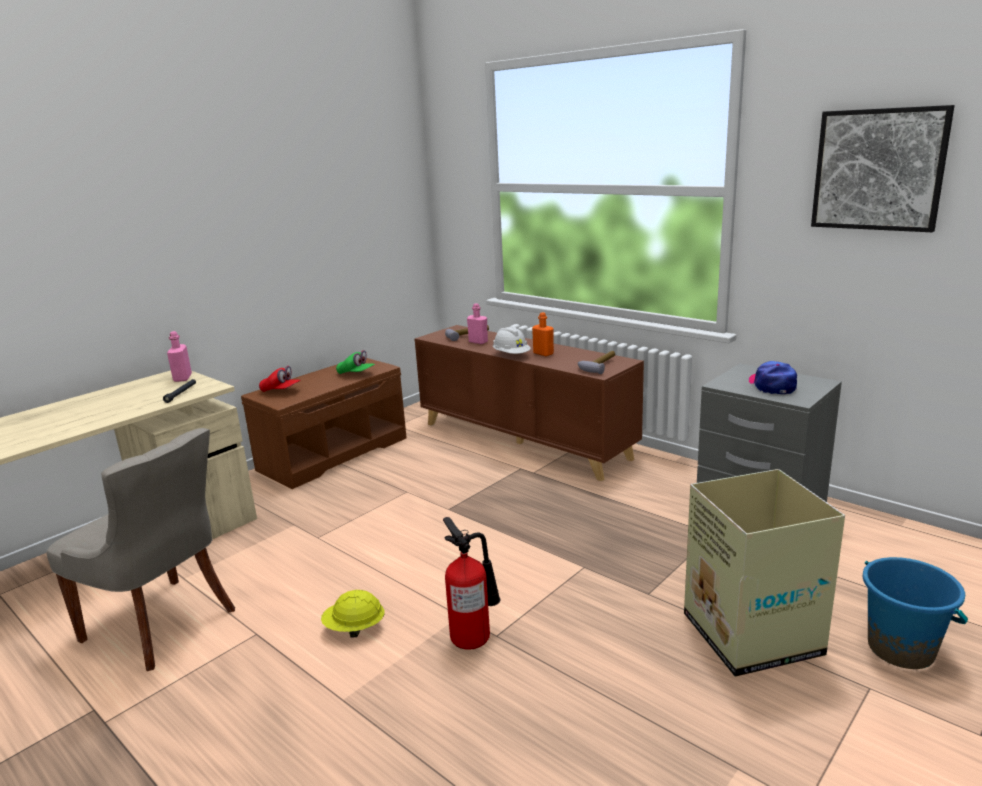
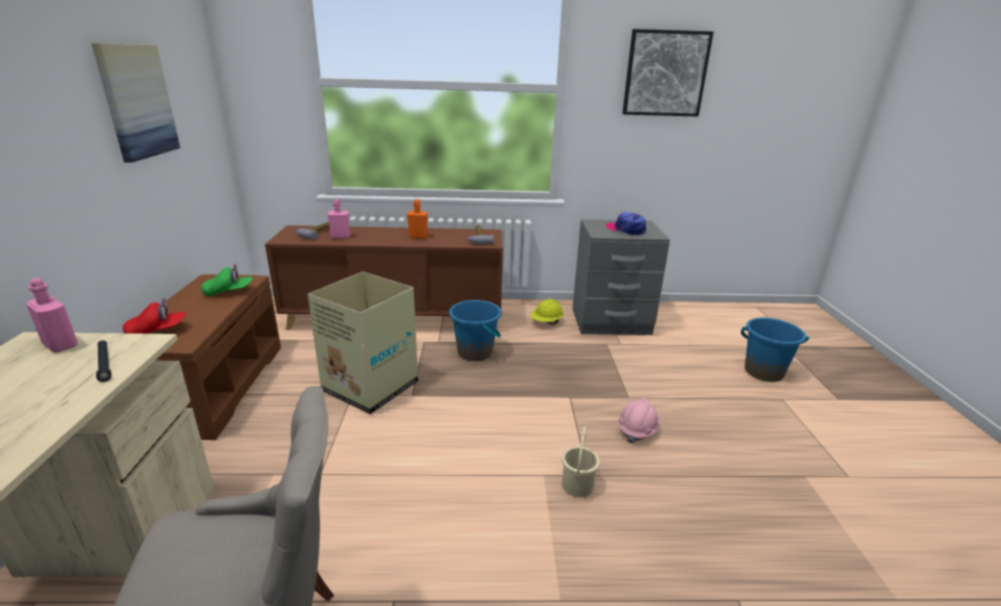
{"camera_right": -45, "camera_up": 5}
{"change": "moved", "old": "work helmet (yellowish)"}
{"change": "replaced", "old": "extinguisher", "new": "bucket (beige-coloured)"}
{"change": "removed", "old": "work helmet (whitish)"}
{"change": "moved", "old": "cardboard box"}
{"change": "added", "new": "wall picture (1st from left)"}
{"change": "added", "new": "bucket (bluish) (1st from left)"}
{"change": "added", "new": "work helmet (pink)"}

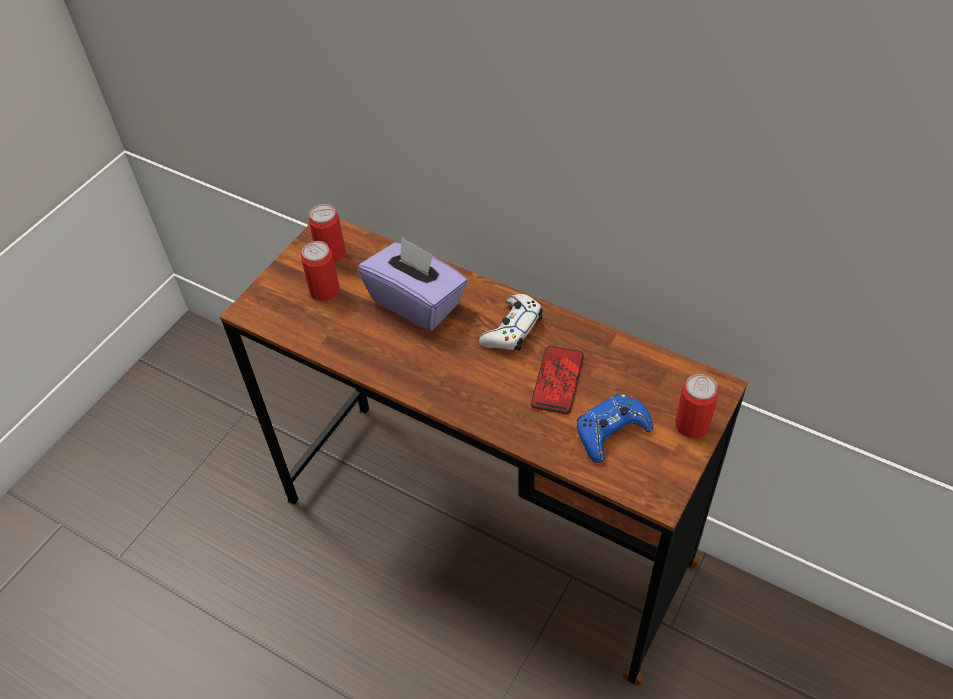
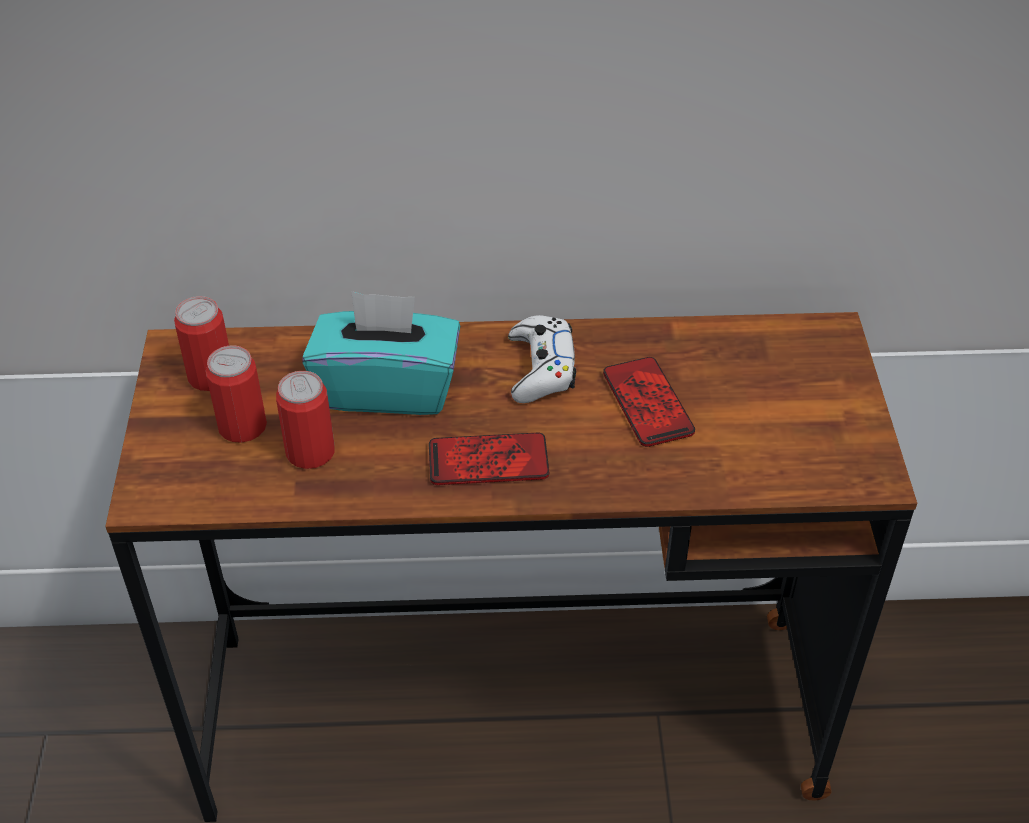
{"camera_right": -35, "camera_up": -5}
{"change": "recoloured", "old": "tissue holder (purple)", "new": "tissue holder (blue-green)"}
{"change": "removed", "old": "game controller (bluish)"}
{"change": "moved", "old": "metal can (3rd from left)"}
{"change": "added", "new": "telephone (1st from left)"}

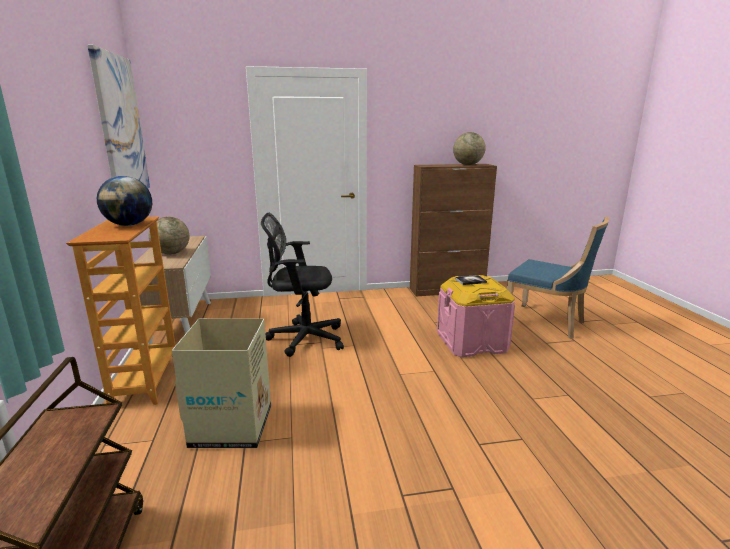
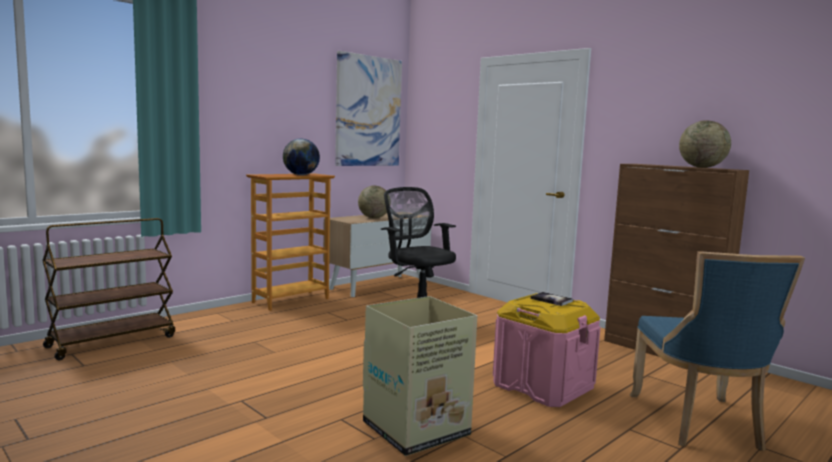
{"camera_right": 55, "camera_up": -10}
{"change": "moved", "old": "cardboard box"}

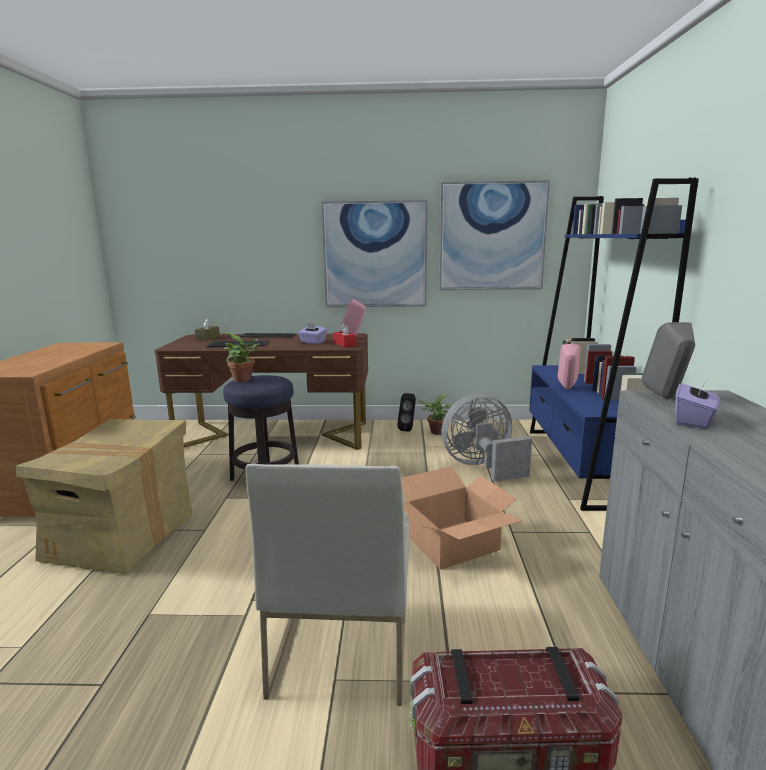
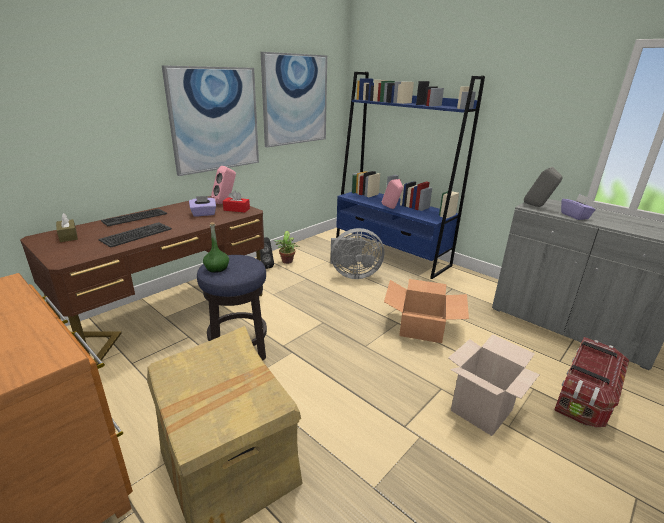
{"camera_right": -50, "camera_up": 10}
{"change": "replaced", "old": "houseplant (1st from left)", "new": "drink bottle (green)"}
{"change": "replaced", "old": "upright chair (whitish)", "new": "cardboard box (3rd from left)"}
{"change": "turned", "old": "electric fan (gray)", "degrees": -120}

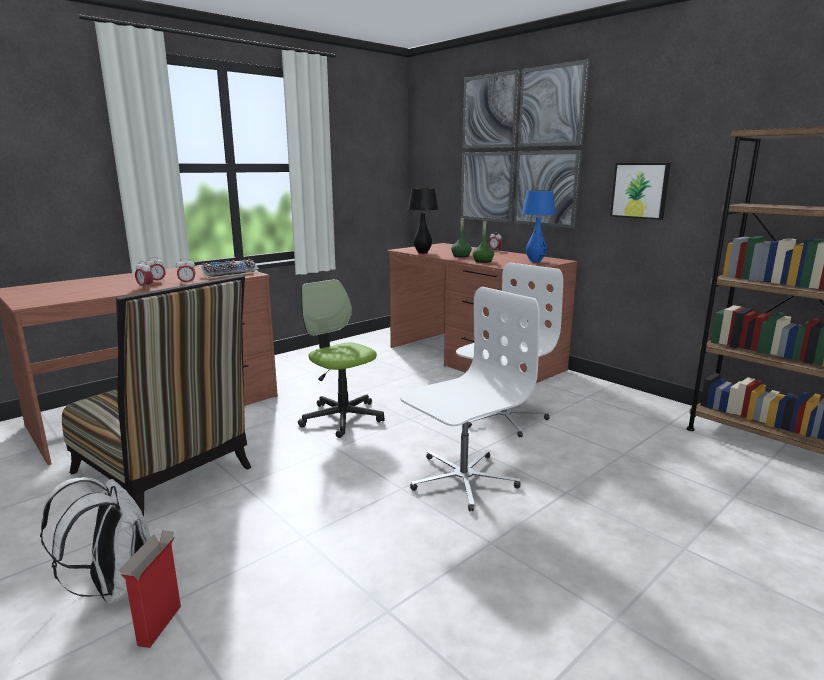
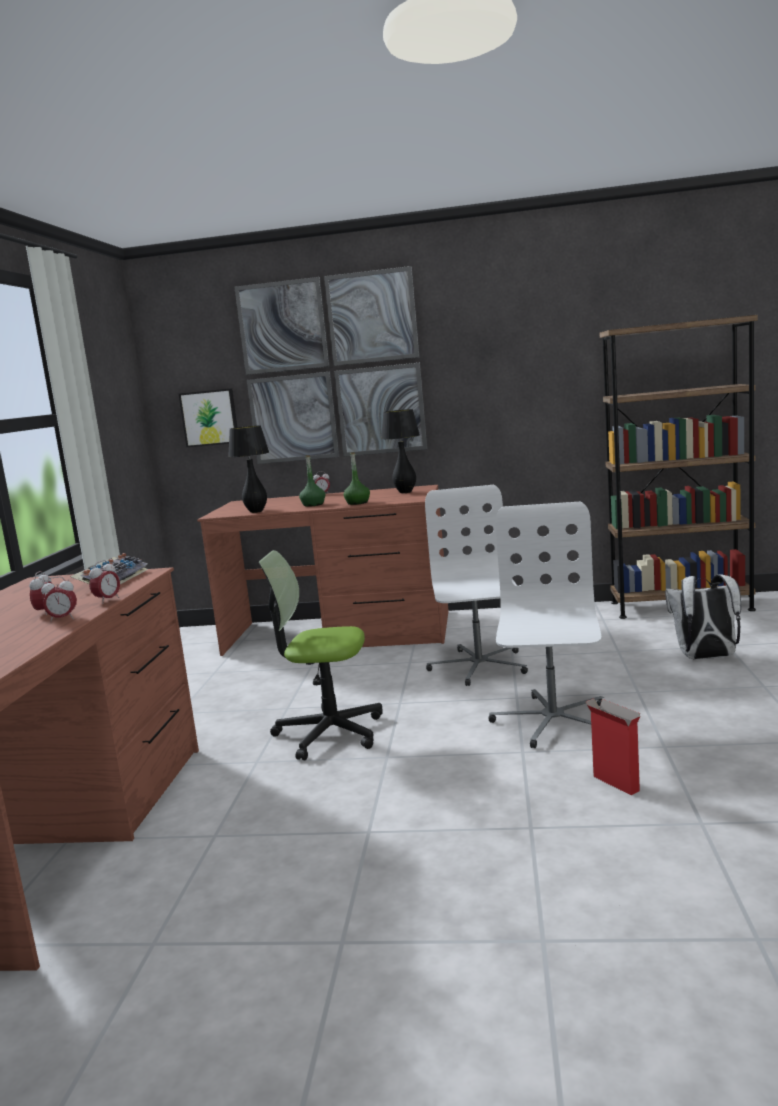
{"camera_right": -40, "camera_up": -5}
{"change": "moved", "old": "backpack (whitish)"}
{"change": "removed", "old": "upright chair"}
{"change": "moved", "old": "cardboard box"}
{"change": "recoloured", "old": "lamp for a table (bluish)", "new": "lamp for a table (black-coloured) (2nd from left)"}
{"change": "moved", "old": "wall picture (2nd from left in the first image)", "new": "wall picture (1st from left)"}

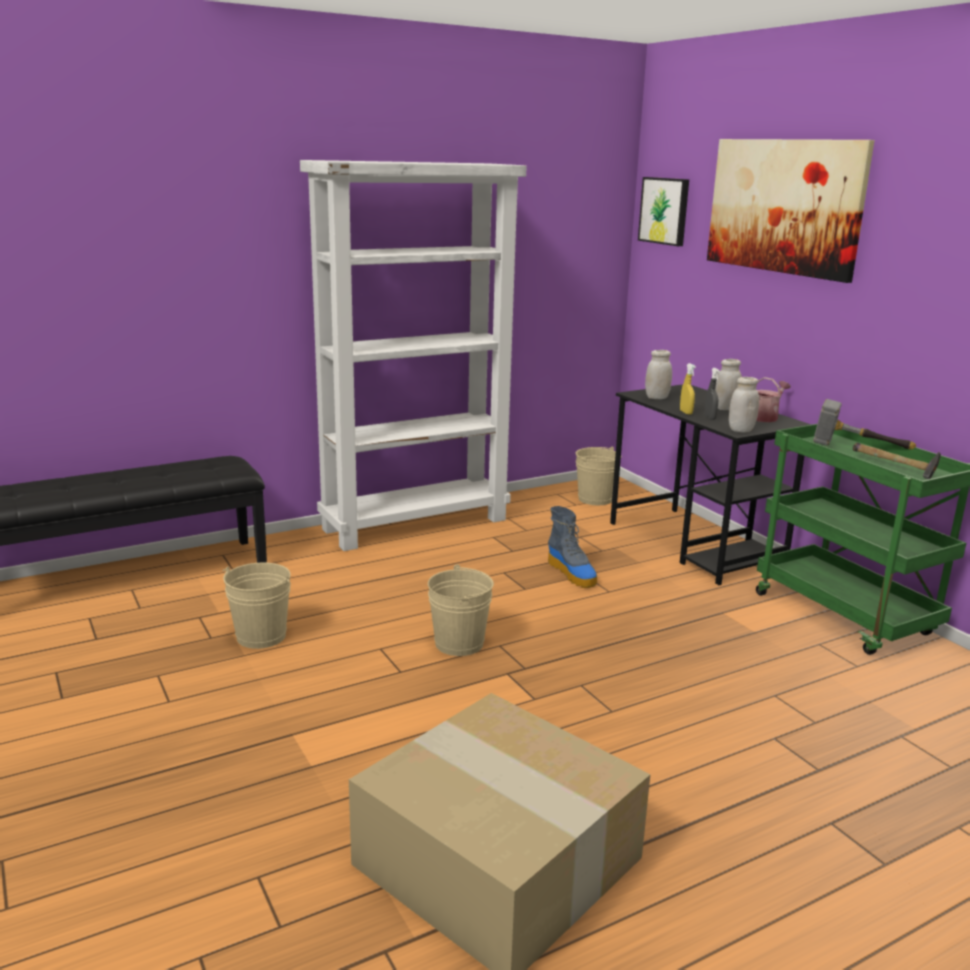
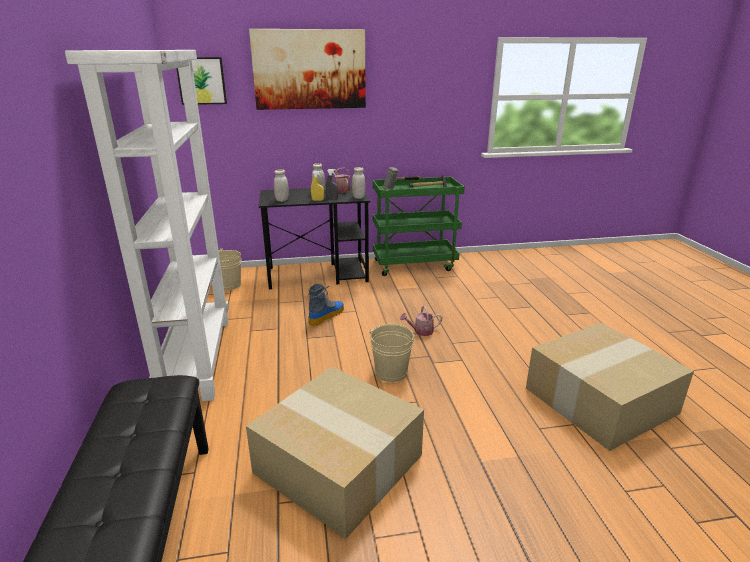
{"camera_right": -70, "camera_up": 5}
{"change": "replaced", "old": "bucket (beige-coloured) (1st from left)", "new": "cardboard box (1st from left)"}
{"change": "turned", "old": "tall boot", "degrees": -45}
{"change": "added", "new": "sprinkling can (2nd from left)"}

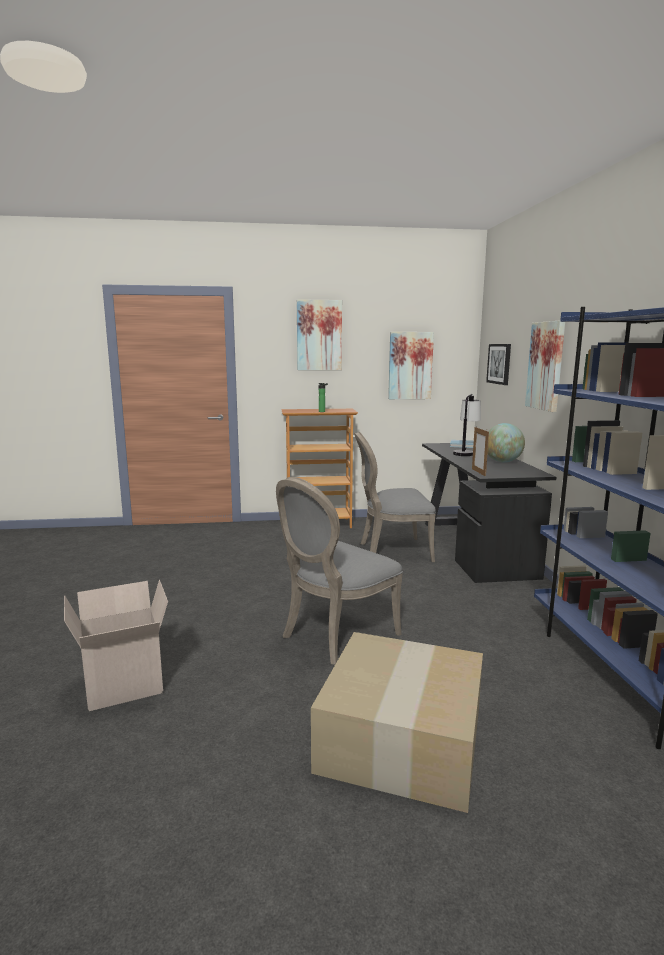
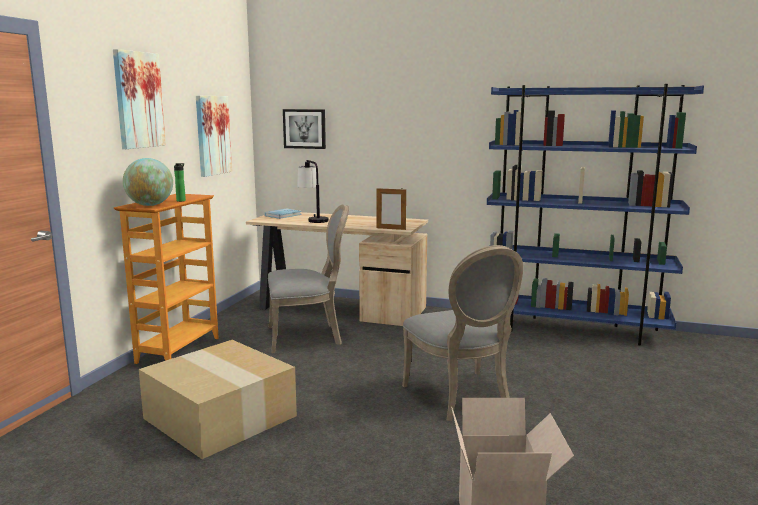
{"camera_right": -65, "camera_up": 0}
{"change": "moved", "old": "cardboard box (2nd from left in the first image)", "new": "cardboard box (1st from left)"}
{"change": "turned", "old": "upright chair (gray) (2nd from left in the first image)", "degrees": -120}
{"change": "recoloured", "old": "desk table (black-coloured)", "new": "desk table (beige-coloured)"}
{"change": "moved", "old": "desk globe"}
{"change": "removed", "old": "wall picture (4th from left)"}

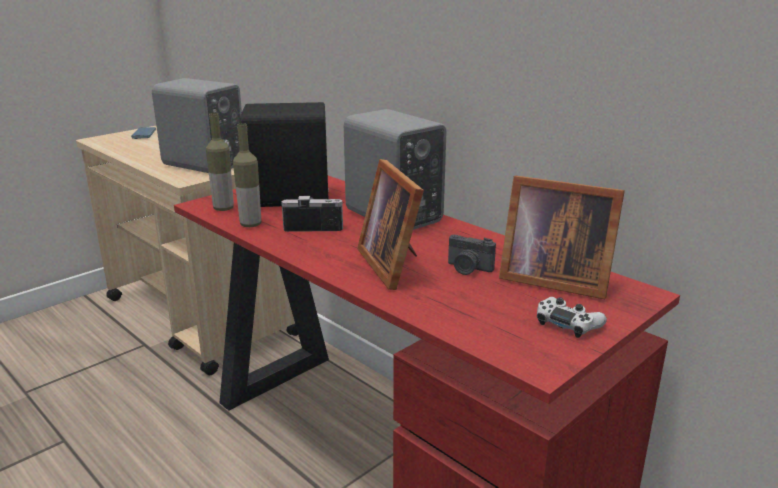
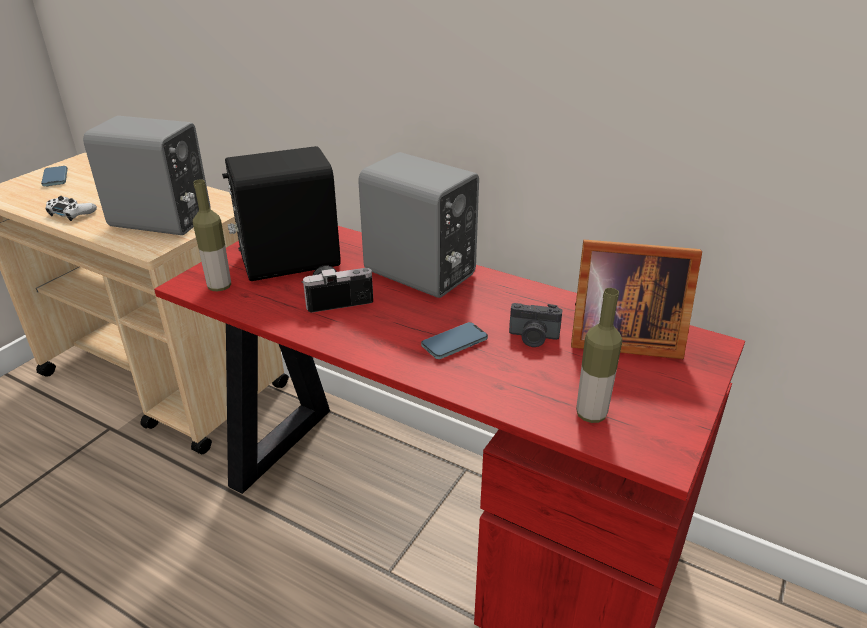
{"camera_right": -15, "camera_up": 10}
{"change": "moved", "old": "drink bottle (2nd from left)"}
{"change": "replaced", "old": "standing frame (1st from left)", "new": "telephone (2nd from left)"}
{"change": "moved", "old": "game controller (whitish)"}

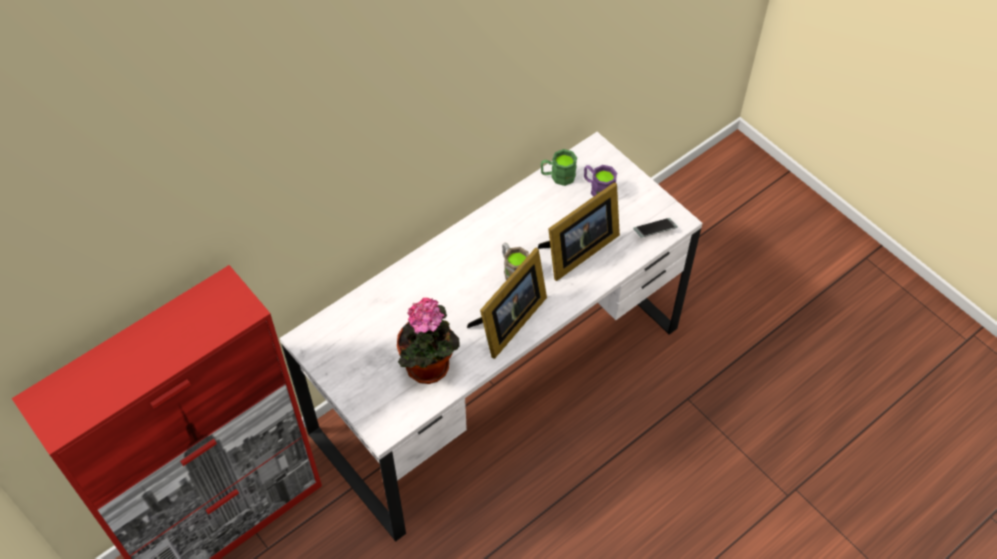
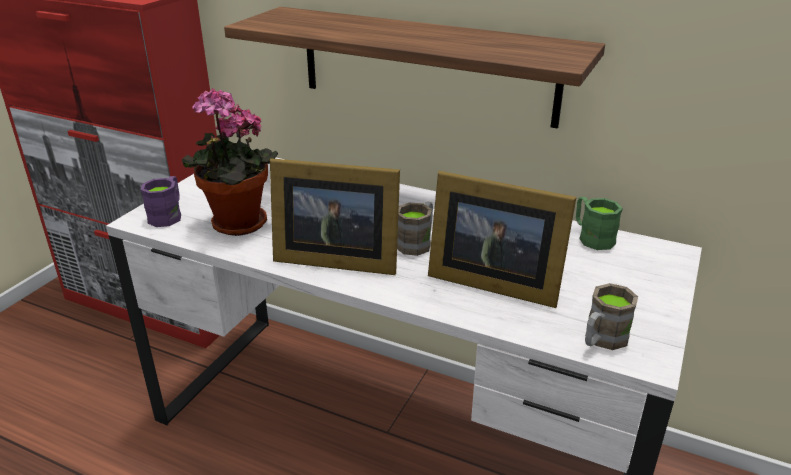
{"camera_right": 65, "camera_up": -25}
{"change": "moved", "old": "tea mug (purple)"}
{"change": "replaced", "old": "telephone", "new": "tea mug (brown-coloured) (2nd from left)"}
{"change": "added", "new": "bracket shelf"}

